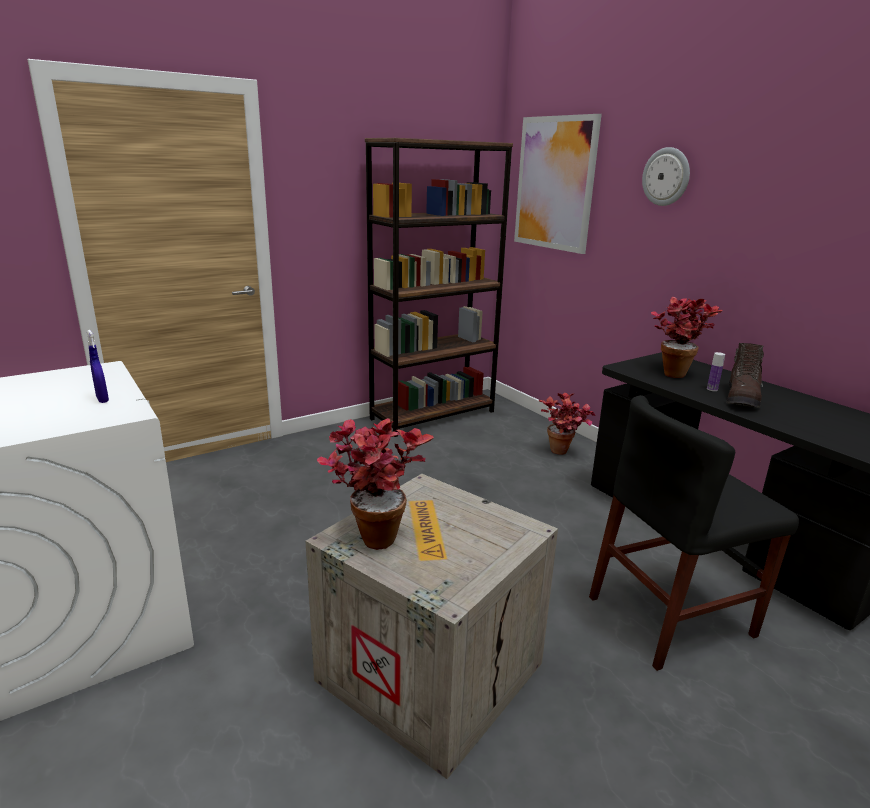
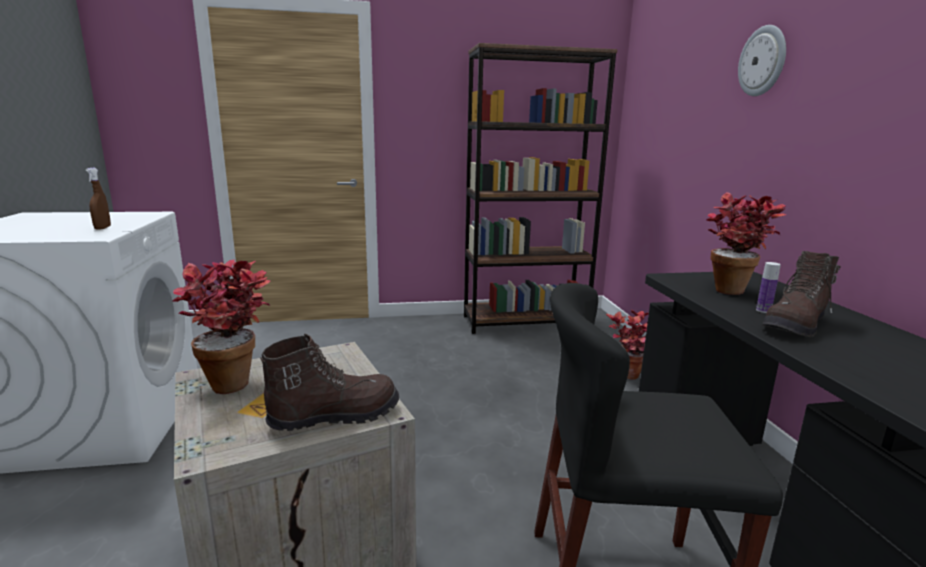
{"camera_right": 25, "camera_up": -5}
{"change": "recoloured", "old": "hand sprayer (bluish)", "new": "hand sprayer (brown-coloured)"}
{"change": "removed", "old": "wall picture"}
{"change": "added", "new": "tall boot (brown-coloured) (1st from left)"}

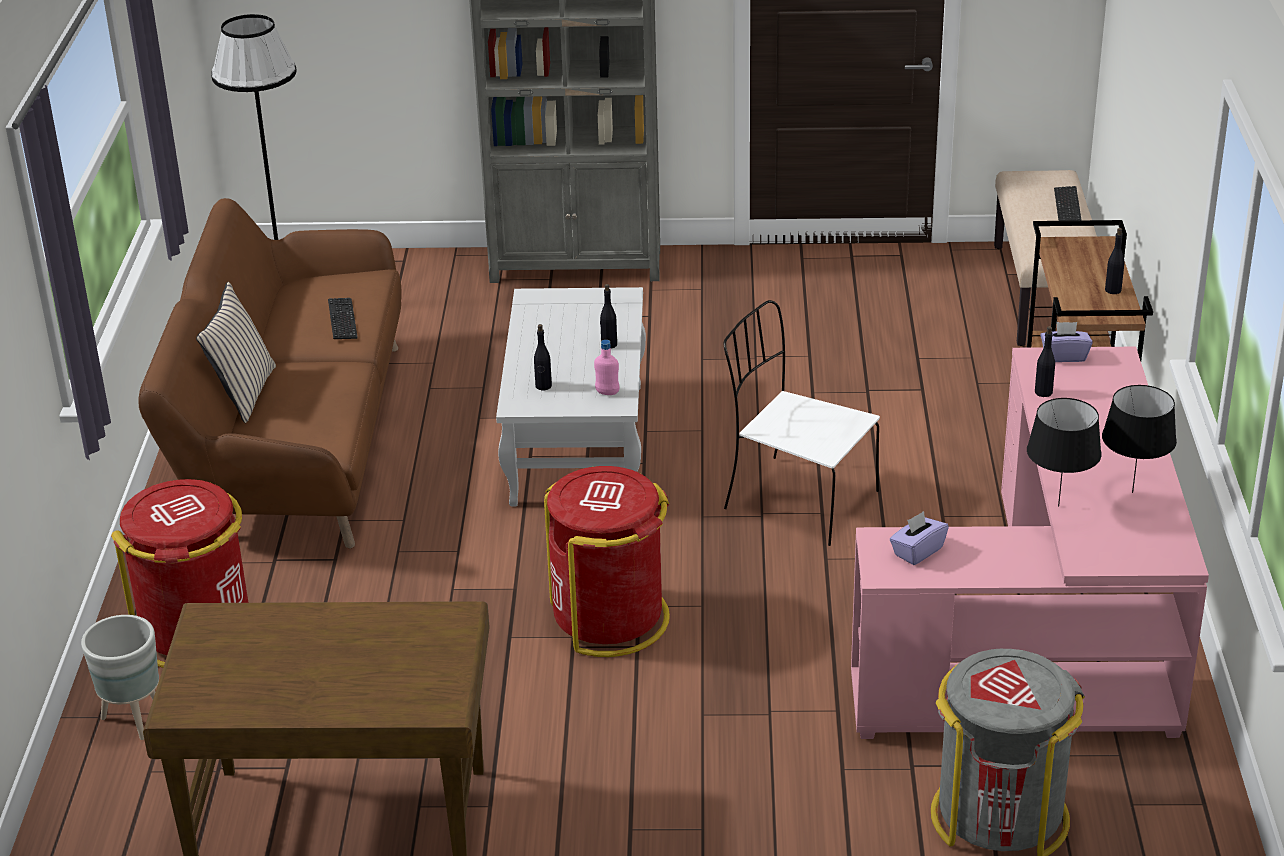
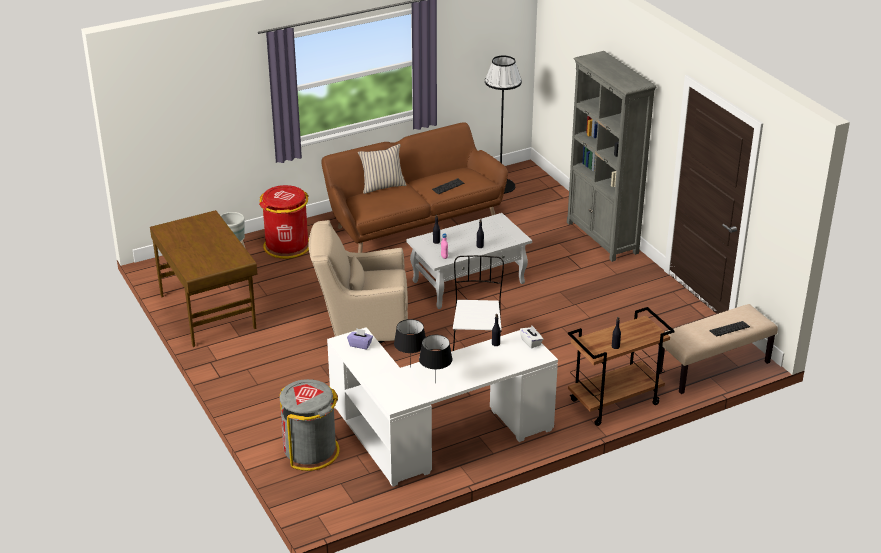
{"camera_right": 60, "camera_up": 0}
{"change": "replaced", "old": "trash can (reddish) (2nd from left)", "new": "easy chair (beige-coloured)"}
{"change": "recoloured", "old": "desk table (pink)", "new": "desk table (whitish)"}
{"change": "recoloured", "old": "tissue holder (purple) (2nd from left)", "new": "tissue holder (whitish)"}

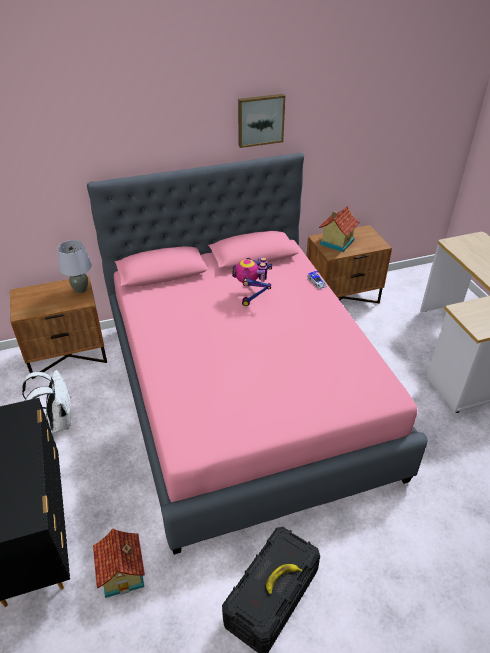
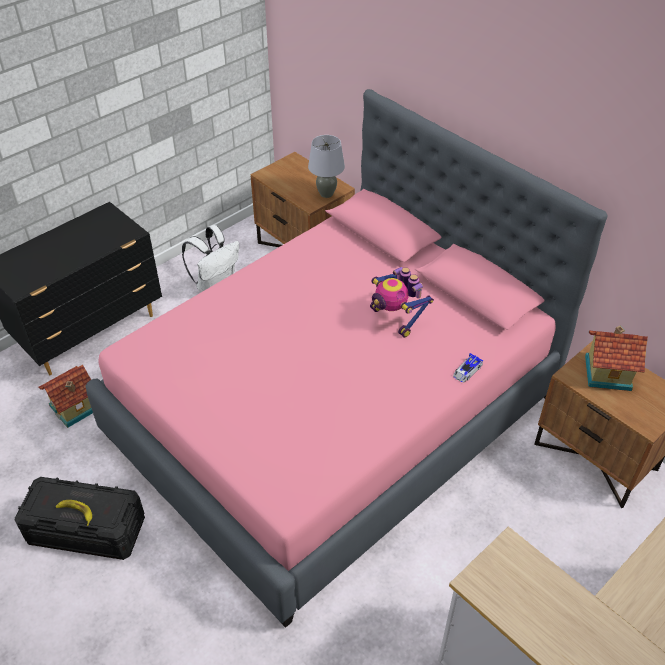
{"camera_right": 65, "camera_up": 5}
{"change": "turned", "old": "toy robot", "degrees": -105}
{"change": "removed", "old": "wall picture"}

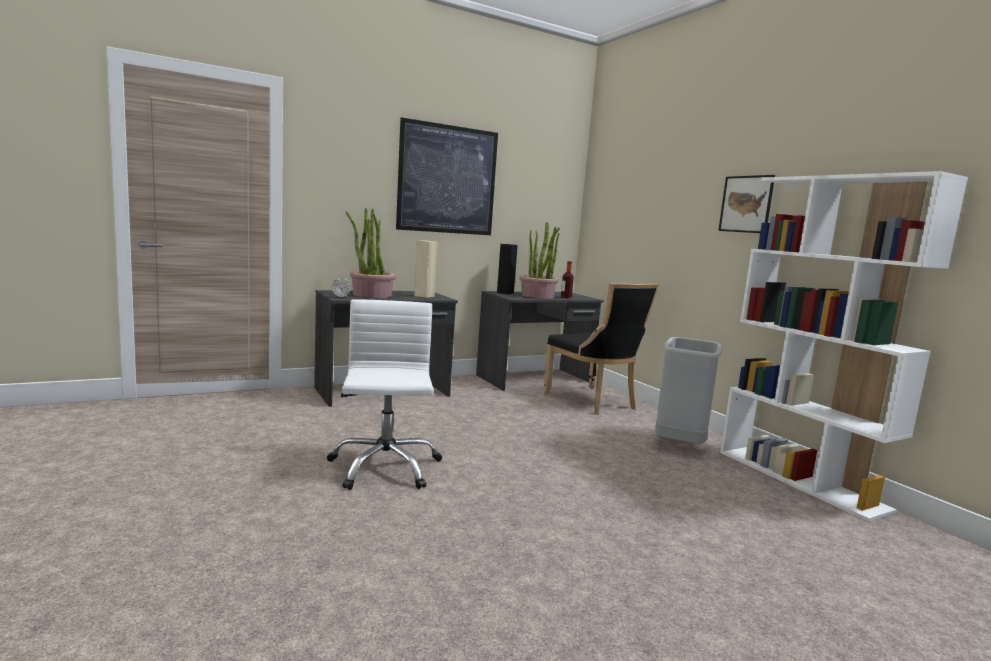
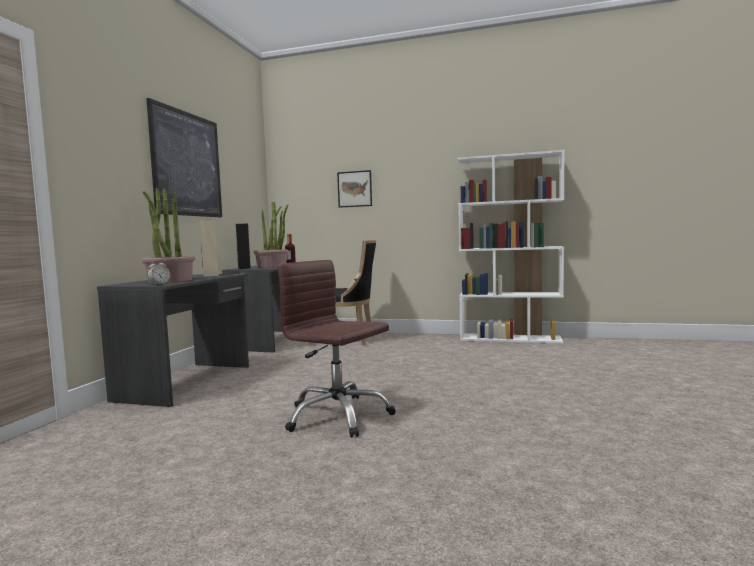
{"camera_right": -45, "camera_up": -5}
{"change": "recoloured", "old": "desk chair (whitish)", "new": "desk chair (brown-coloured)"}
{"change": "removed", "old": "trash can (gray)"}
{"change": "moved", "old": "wall picture (2nd from left)"}

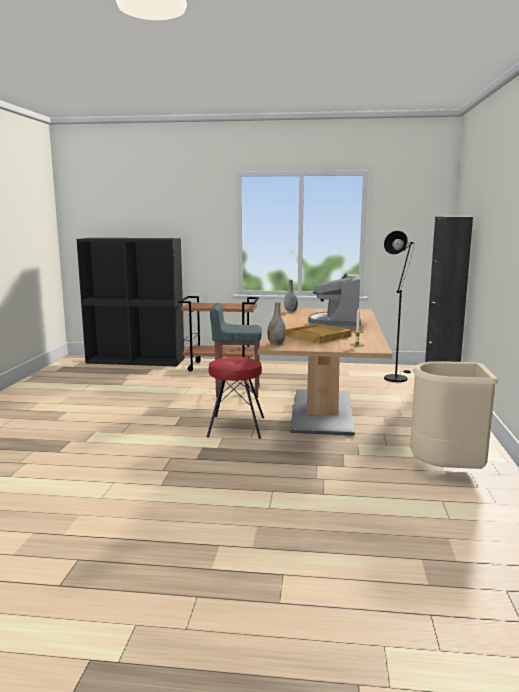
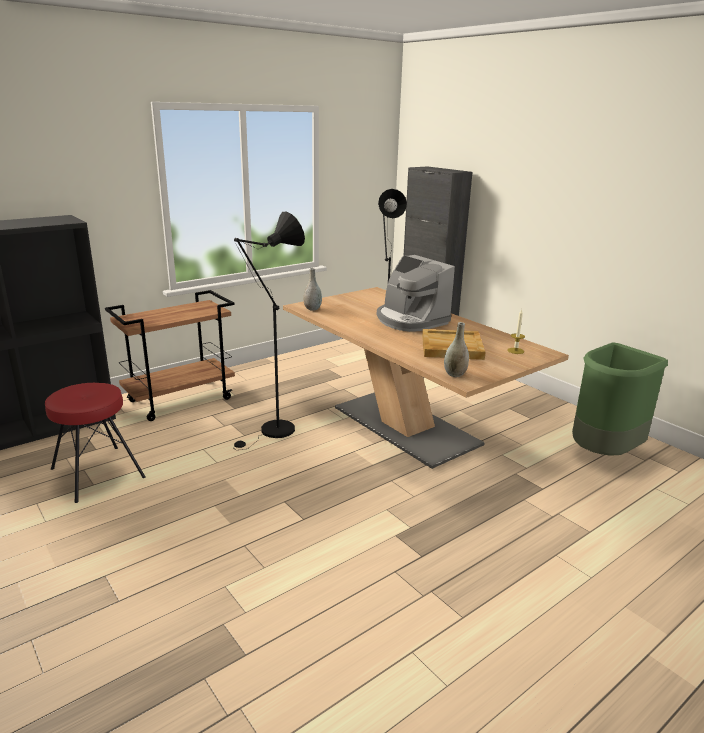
{"camera_right": -45, "camera_up": 10}
{"change": "moved", "old": "stool seat (reddish)"}
{"change": "replaced", "old": "stool seat (gray)", "new": "standard lamp (black-coloured) (1st from left)"}
{"change": "recoloured", "old": "trash can (beige-coloured)", "new": "trash can (green)"}

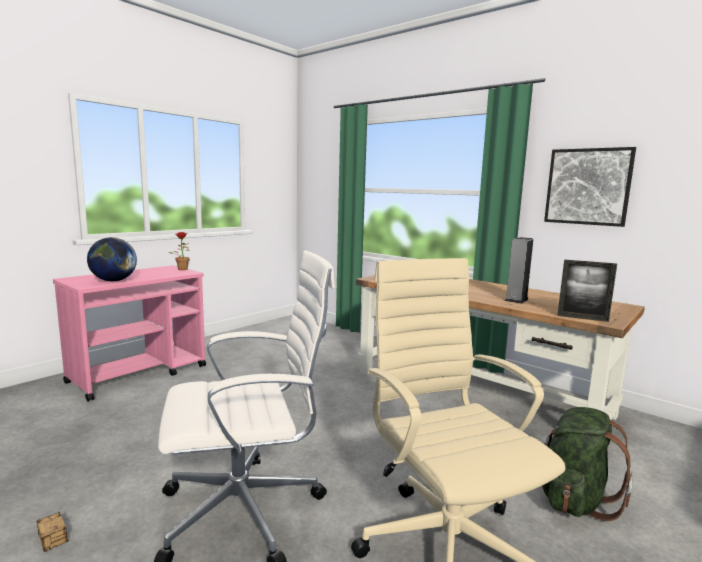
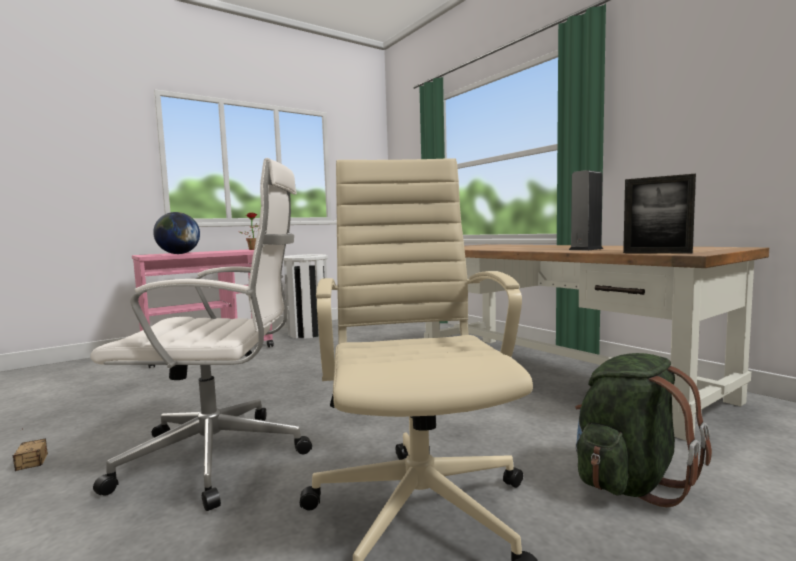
{"camera_right": 15, "camera_up": -5}
{"change": "removed", "old": "wall picture"}
{"change": "added", "new": "trash can (whitish)"}

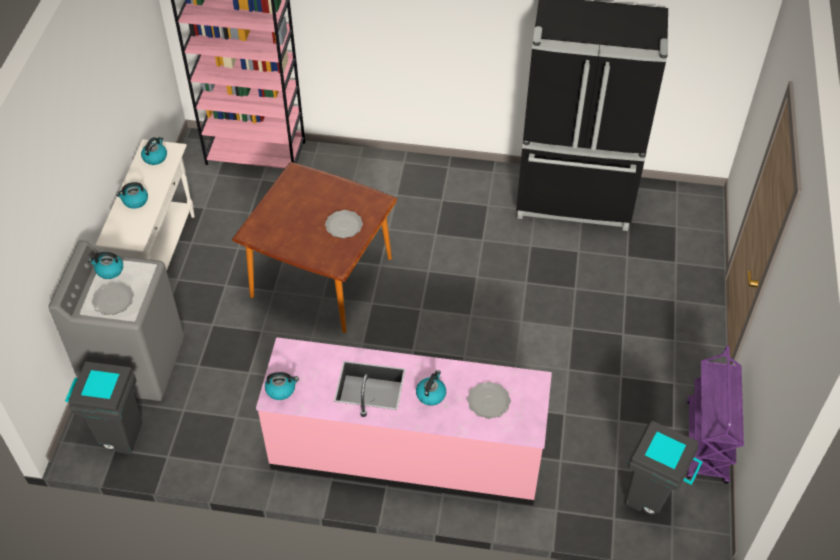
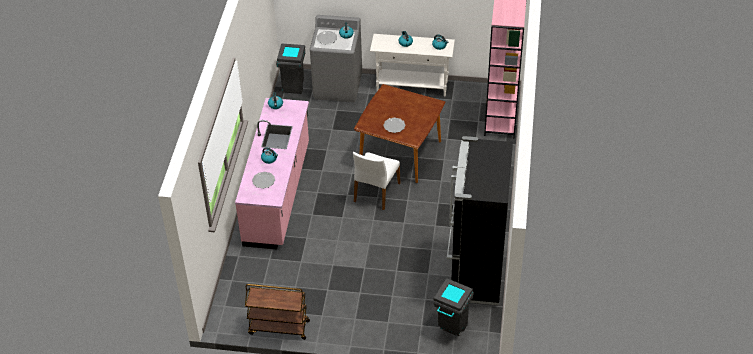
{"camera_right": 90, "camera_up": -5}
{"change": "moved", "old": "trash can (gray) (2nd from left)"}
{"change": "recoloured", "old": "trolley (purple)", "new": "trolley (brown-coloured)"}
{"change": "added", "new": "upright chair (whitish)"}

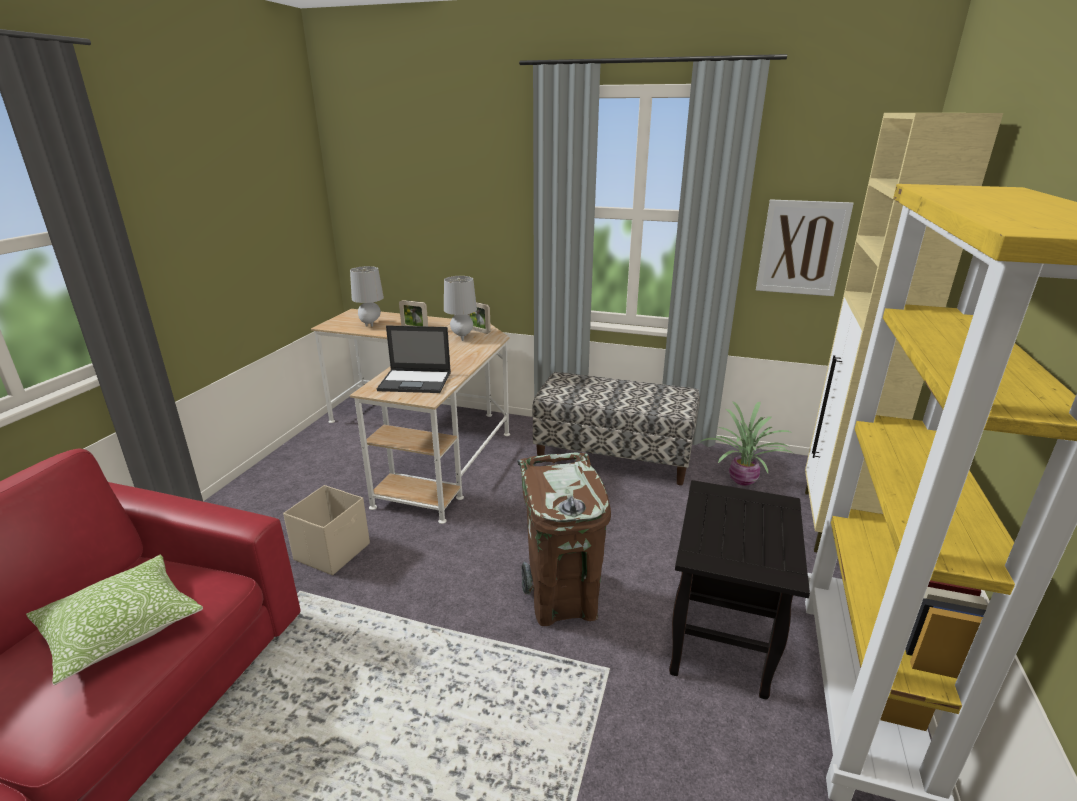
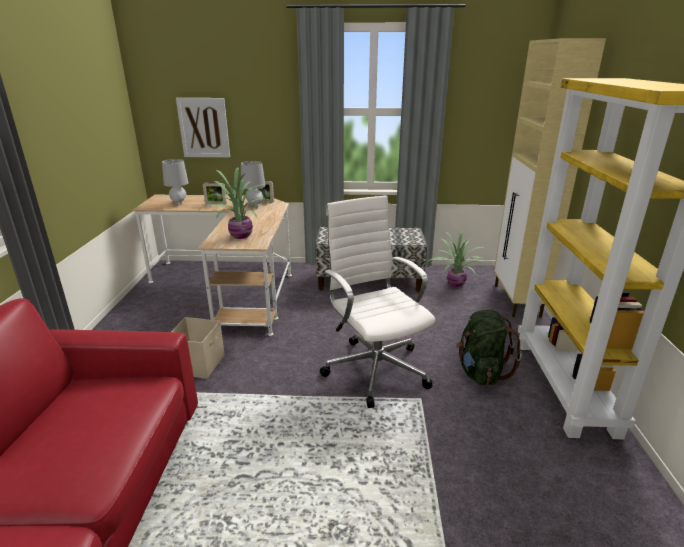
{"camera_right": -15, "camera_up": 0}
{"change": "removed", "old": "cushion"}
{"change": "replaced", "old": "laptop", "new": "houseplant (1st from left)"}
{"change": "replaced", "old": "trash can (brown-coloured)", "new": "desk chair (whitish)"}
{"change": "replaced", "old": "accent table (black-coloured)", "new": "backpack (green)"}
{"change": "moved", "old": "wall picture"}

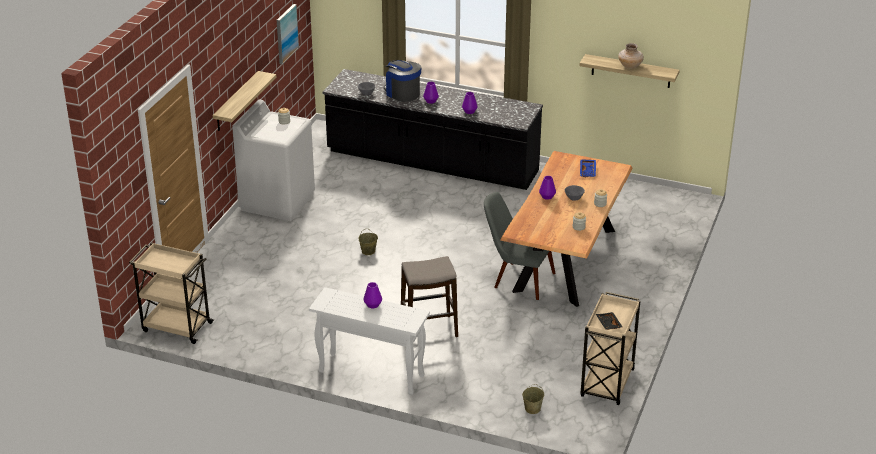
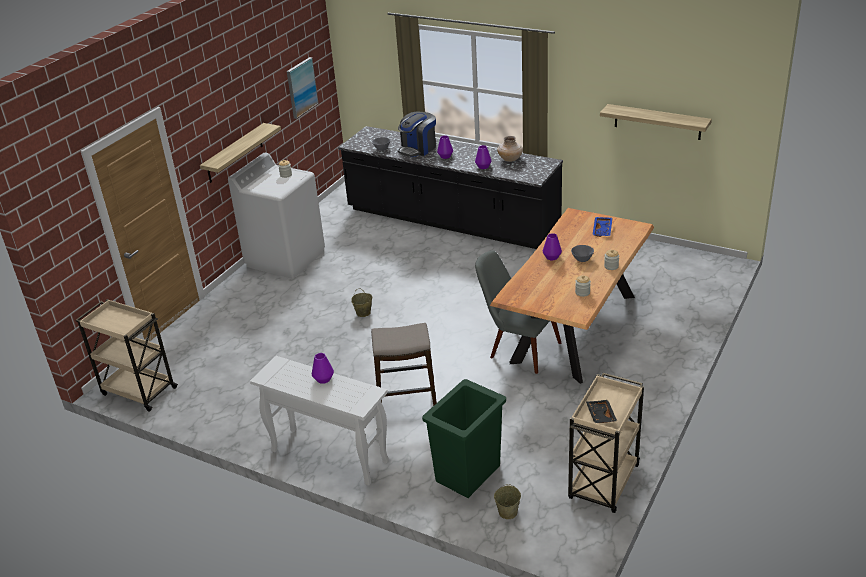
{"camera_right": 10, "camera_up": 0}
{"change": "turned", "old": "coffee machine", "degrees": -105}
{"change": "moved", "old": "vase (beige-coloured)"}
{"change": "added", "new": "trash can (green)"}

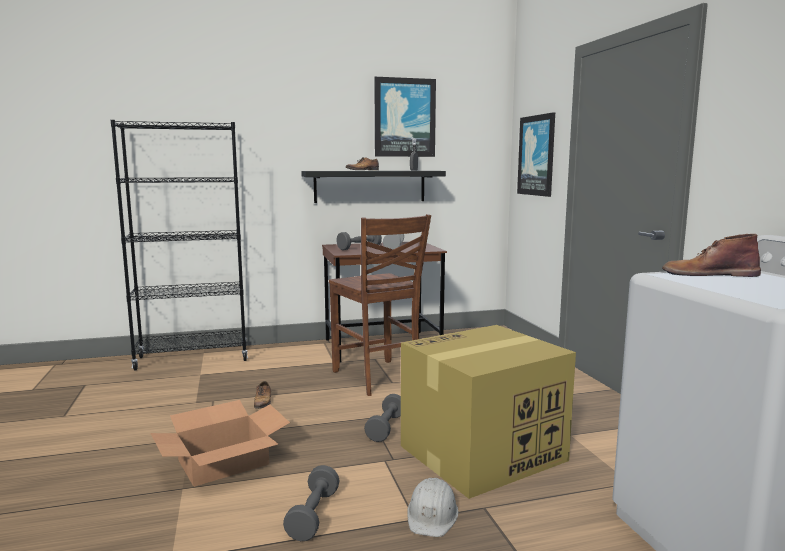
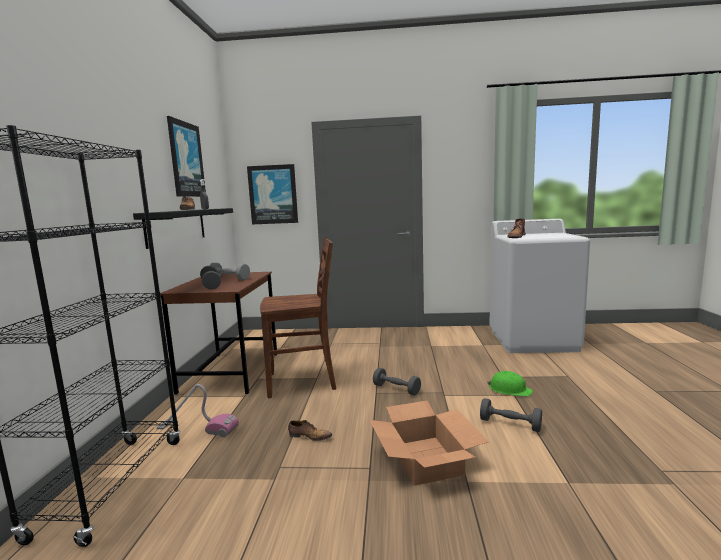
{"camera_right": -70, "camera_up": 0}
{"change": "removed", "old": "cardboard box (2nd from left)"}
{"change": "recoloured", "old": "work helmet (whitish)", "new": "work helmet (green)"}
{"change": "added", "new": "hoover"}

